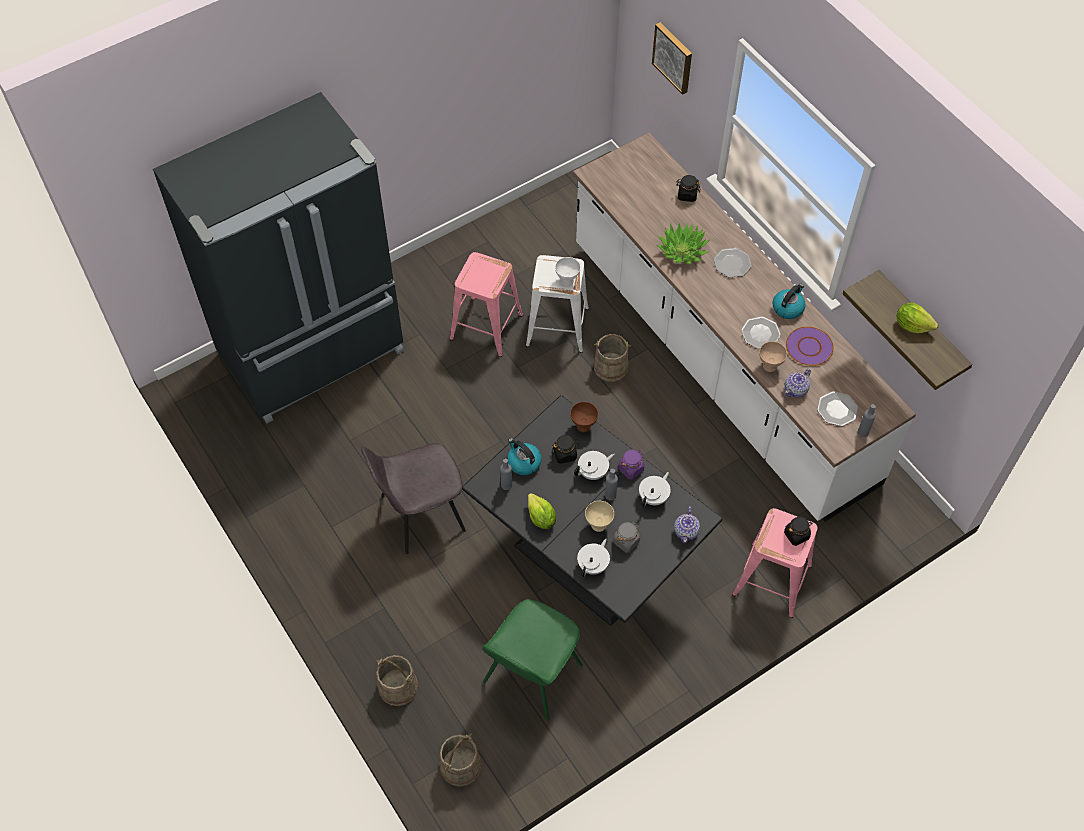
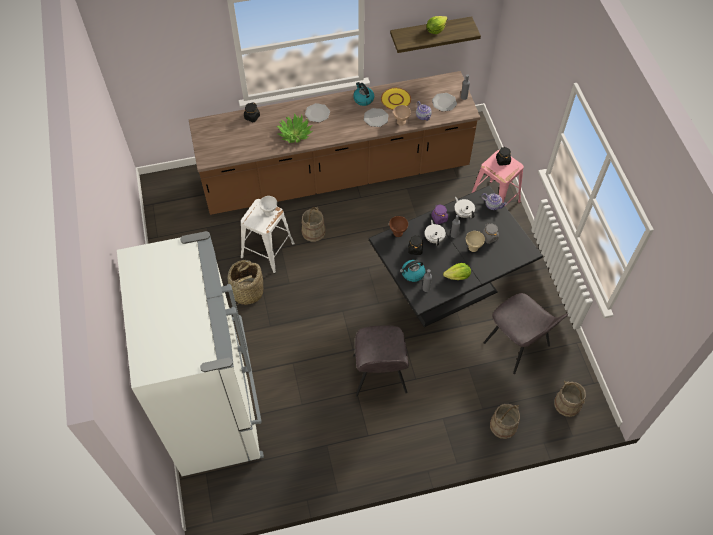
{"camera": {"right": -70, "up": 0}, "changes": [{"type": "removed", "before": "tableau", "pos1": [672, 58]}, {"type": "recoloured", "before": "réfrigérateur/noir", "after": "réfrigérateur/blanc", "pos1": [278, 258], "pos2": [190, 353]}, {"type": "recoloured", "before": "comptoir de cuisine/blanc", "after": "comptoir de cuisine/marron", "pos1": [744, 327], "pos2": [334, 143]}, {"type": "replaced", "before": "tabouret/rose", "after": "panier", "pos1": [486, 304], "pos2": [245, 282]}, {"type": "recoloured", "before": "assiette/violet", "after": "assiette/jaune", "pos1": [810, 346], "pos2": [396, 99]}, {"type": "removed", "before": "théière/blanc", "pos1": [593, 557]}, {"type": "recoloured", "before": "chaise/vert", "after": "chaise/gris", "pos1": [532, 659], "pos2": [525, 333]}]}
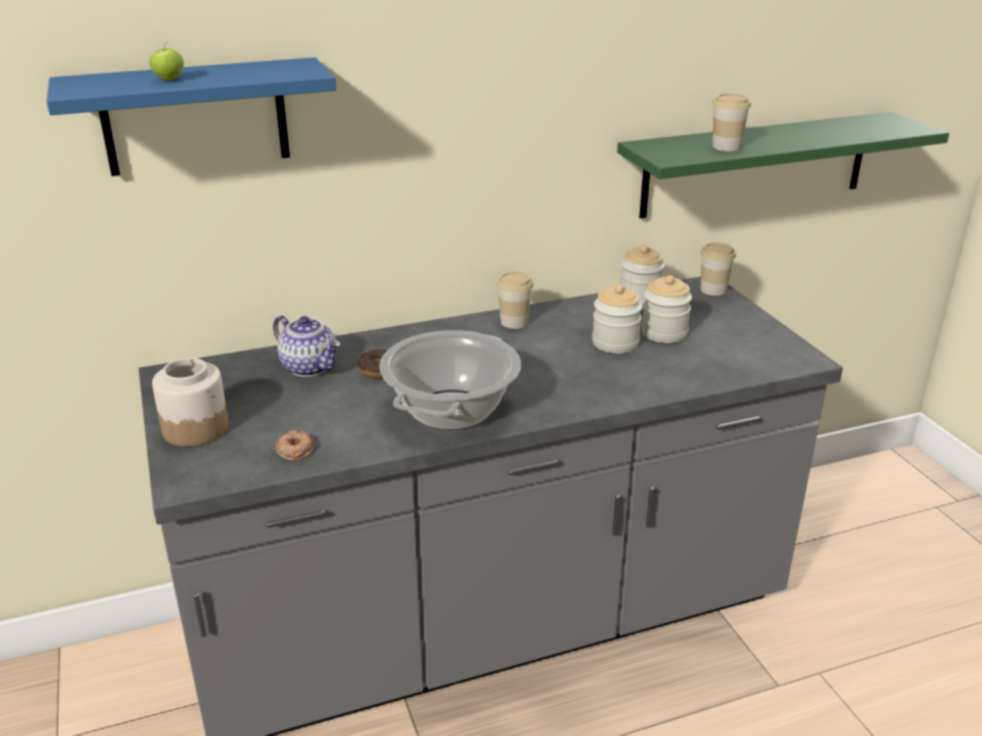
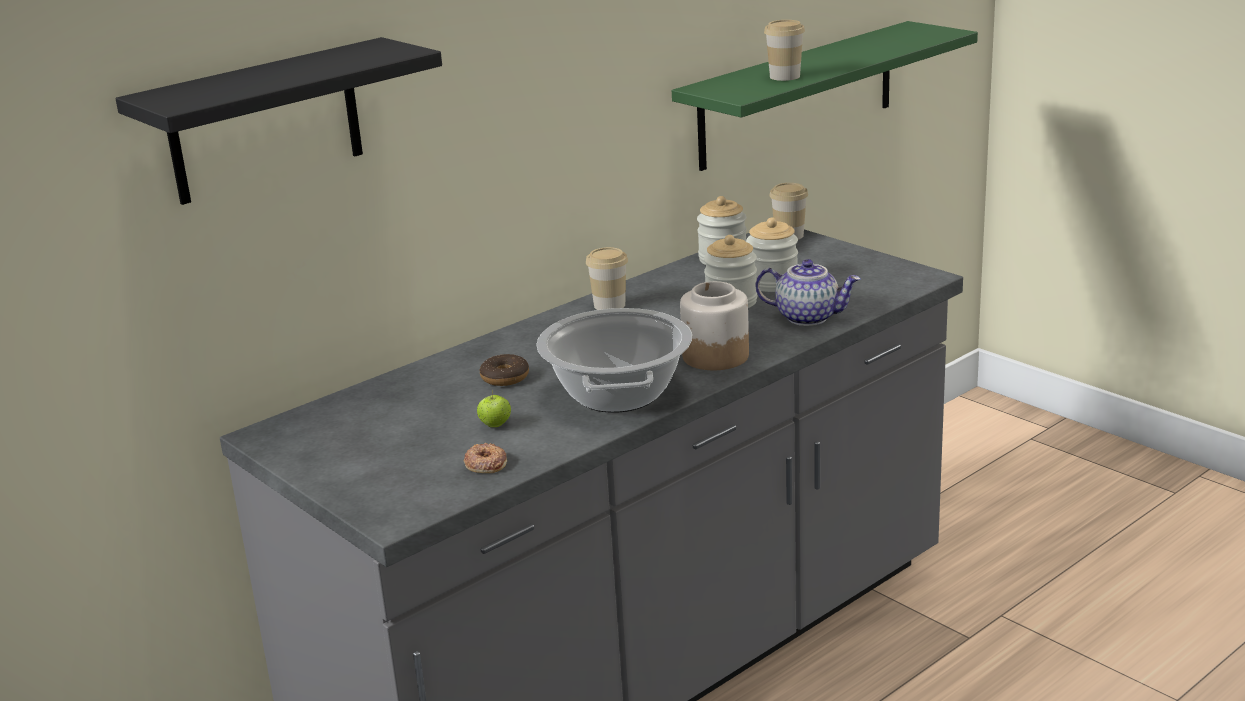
{"camera": {"right": -20, "up": -5}, "changes": [{"type": "moved", "before": "pomme", "pos1": [167, 61], "pos2": [494, 408]}, {"type": "recoloured", "before": "étagère/bleu", "after": "étagère/noir", "pos1": [191, 116], "pos2": [279, 121]}, {"type": "moved", "before": "théière", "pos1": [306, 346], "pos2": [808, 292]}, {"type": "moved", "before": "bocal", "pos1": [190, 402], "pos2": [714, 325]}]}
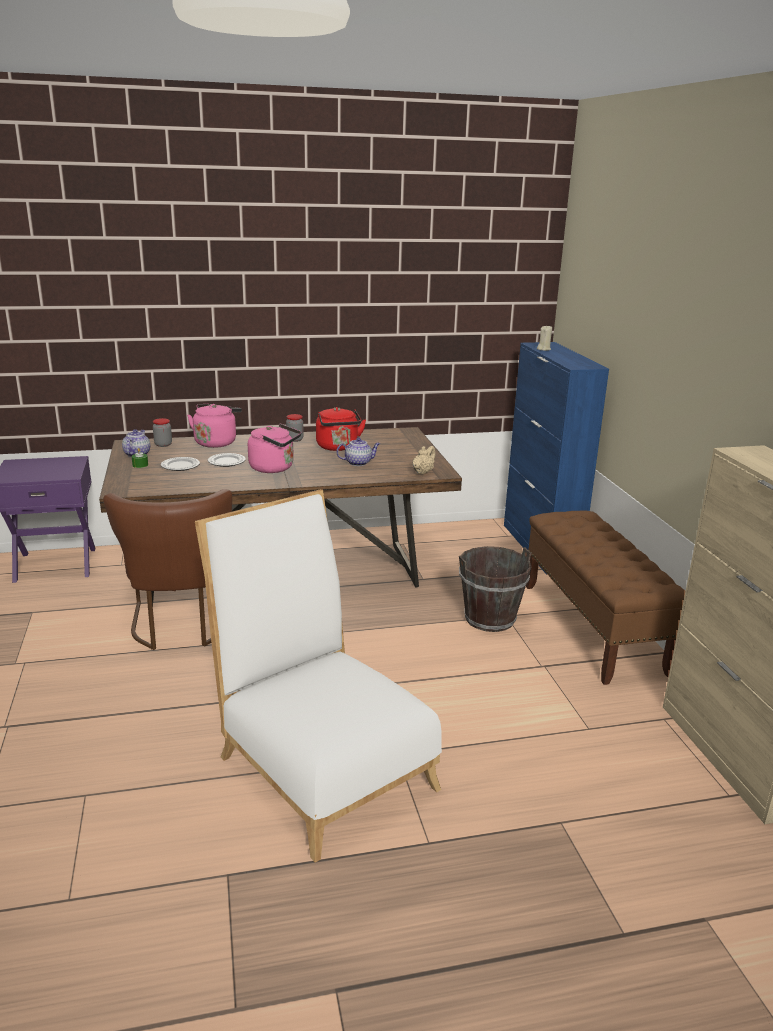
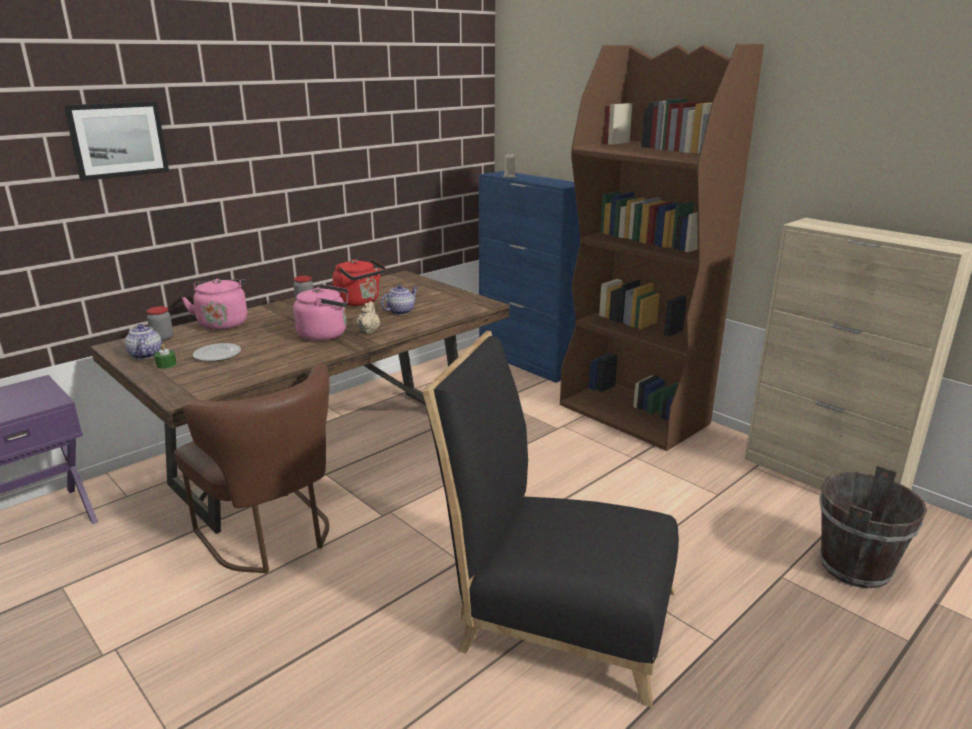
{"camera": {"right": -30, "up": 0}, "changes": [{"type": "moved", "before": "théière/beige", "pos1": [423, 460], "pos2": [368, 317]}, {"type": "removed", "before": "assiette", "pos1": [227, 460]}, {"type": "recoloured", "before": "chaise/blanc", "after": "chaise/noir", "pos1": [318, 676], "pos2": [550, 519]}, {"type": "replaced", "before": "banc/marron", "after": "bibliothèque/marron", "pos1": [605, 598], "pos2": [662, 247]}, {"type": "moved", "before": "seau/marron", "pos1": [495, 589], "pos2": [873, 526]}, {"type": "added", "after": "tableau", "pos2": [116, 141]}]}
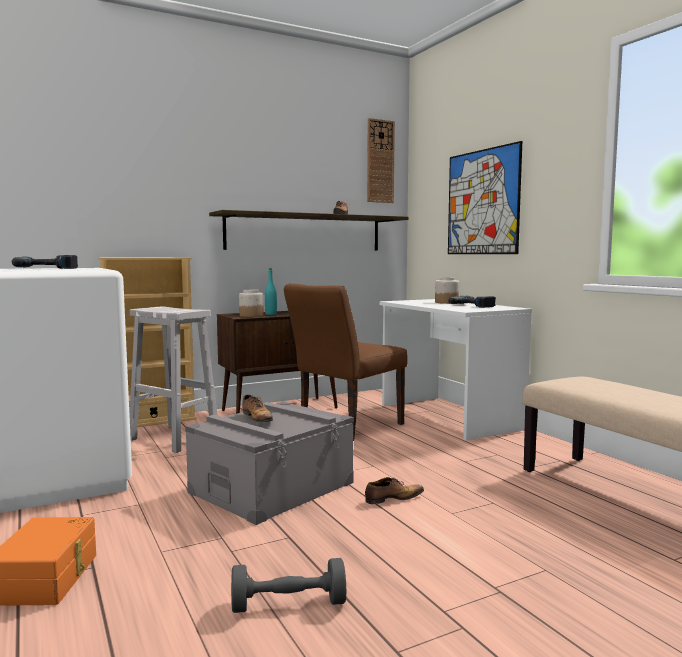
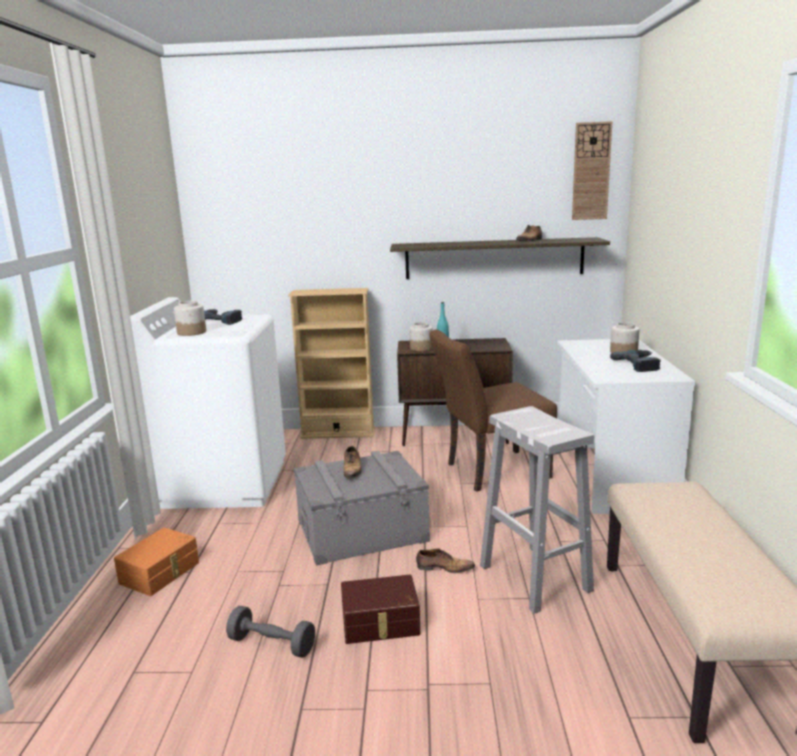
{"camera": {"right": 30, "up": 10}, "changes": [{"type": "removed", "before": "tableau", "pos1": [485, 197]}, {"type": "moved", "before": "tabouret/blanc", "pos1": [173, 379], "pos2": [537, 510]}, {"type": "added", "after": "bocal", "pos2": [190, 318]}, {"type": "added", "after": "boîte de rangement/marron", "pos2": [380, 609]}]}
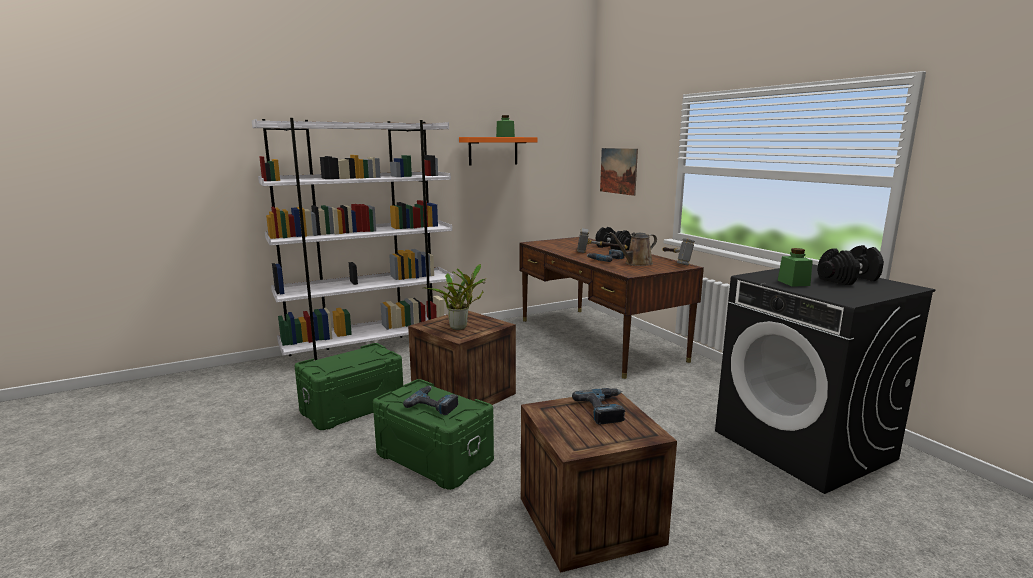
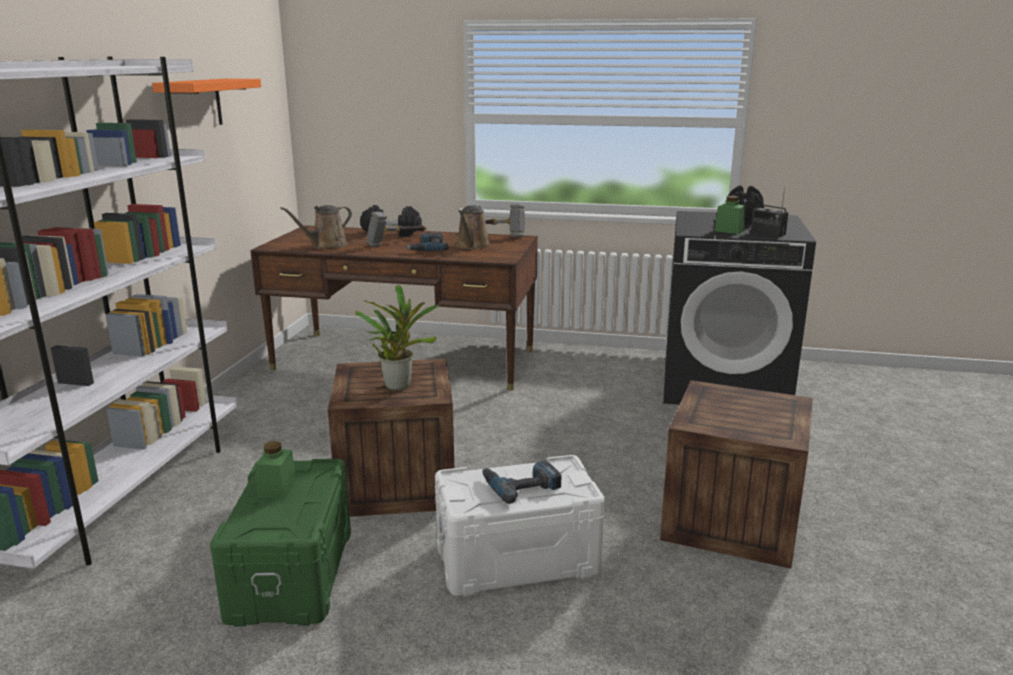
{"camera": {"right": -50, "up": 5}, "changes": [{"type": "moved", "before": "bocal/vert", "pos1": [505, 126], "pos2": [276, 470]}, {"type": "removed", "before": "tableau", "pos1": [619, 172]}, {"type": "recoloured", "before": "boîte de rangement/vert", "after": "boîte de rangement/blanc", "pos1": [433, 434], "pos2": [520, 526]}, {"type": "removed", "before": "perceuse", "pos1": [598, 406]}, {"type": "added", "after": "radio", "pos2": [770, 212]}, {"type": "added", "after": "arrosoir/marron", "pos2": [316, 227]}]}
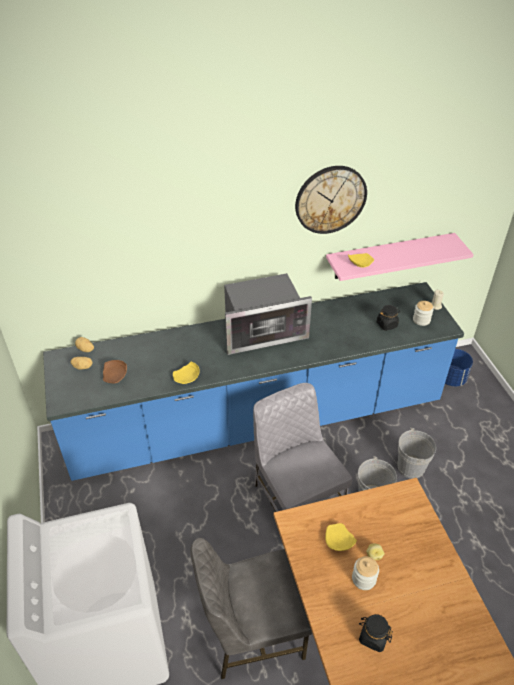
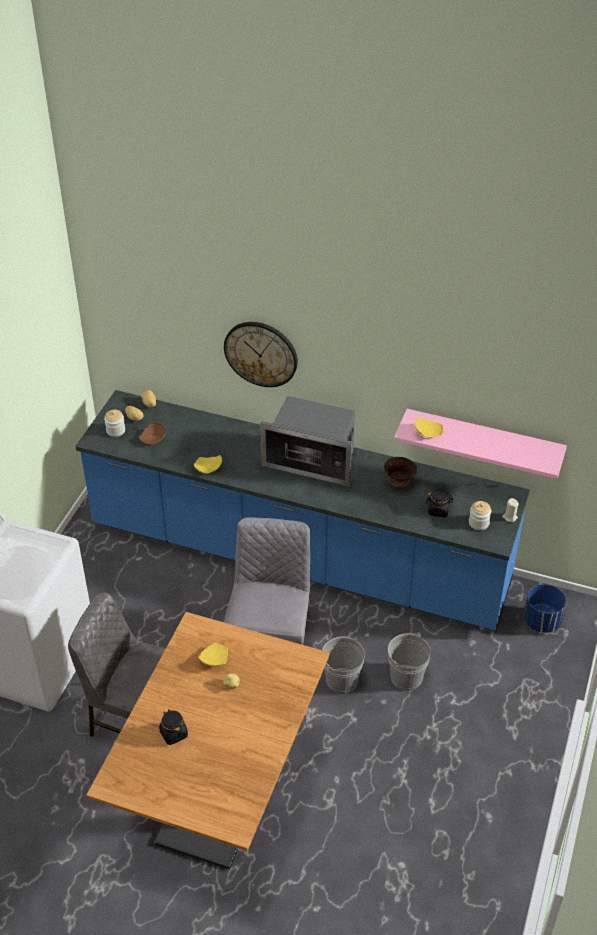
{"camera": {"right": 35, "up": 0}, "changes": [{"type": "moved", "before": "horloge murale", "pos1": [331, 200], "pos2": [261, 354]}, {"type": "moved", "before": "bocal", "pos1": [365, 573], "pos2": [114, 423]}, {"type": "added", "after": "bol/marron", "pos2": [400, 473]}]}
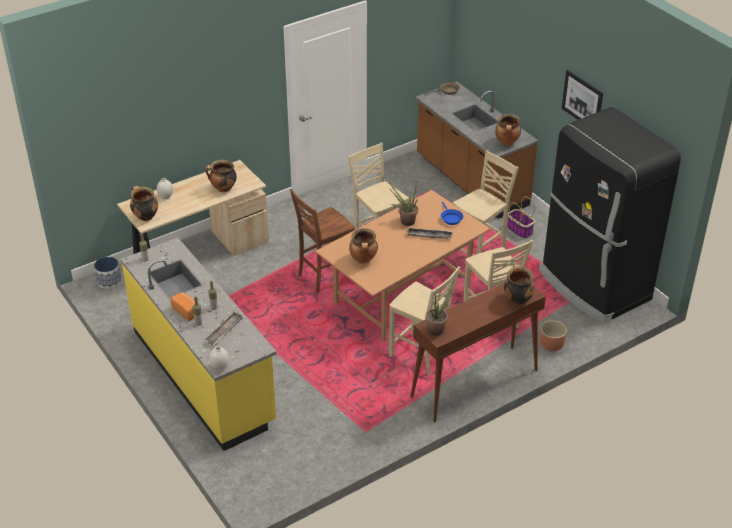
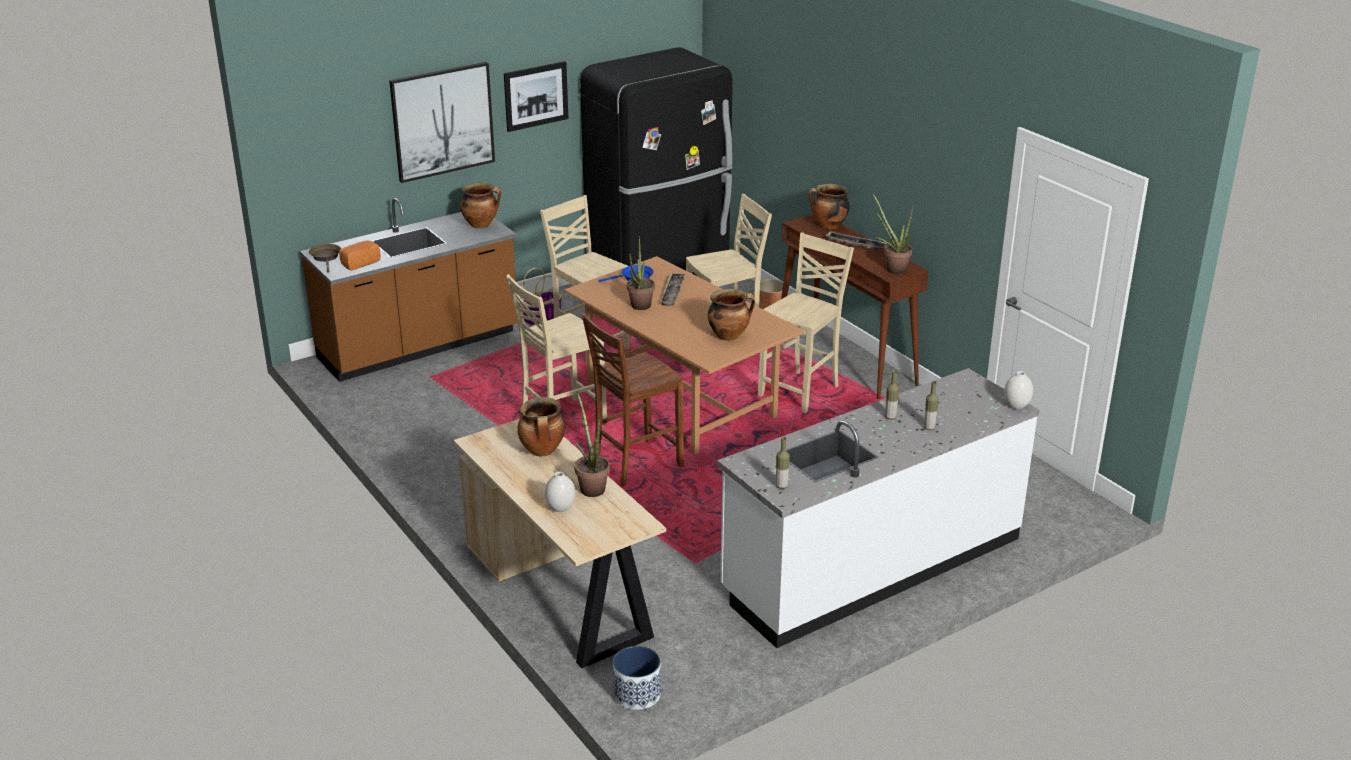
{"camera": {"right": -90, "up": -10}, "changes": [{"type": "removed", "before": "marmite", "pos1": [144, 203]}, {"type": "turned", "before": "chaise/marron", "pos1": [322, 241], "pos2": [632, 399], "turn": 90}, {"type": "recoloured", "before": "comptoir de cuisine/jaune", "after": "comptoir de cuisine/blanc", "pos1": [199, 344], "pos2": [878, 508]}, {"type": "moved", "before": "pain", "pos1": [182, 306], "pos2": [360, 255]}, {"type": "moved", "before": "plateau", "pos1": [224, 328], "pos2": [855, 240]}, {"type": "added", "after": "tableau", "pos2": [442, 122]}, {"type": "added", "after": "plante en pot", "pos2": [592, 444]}]}
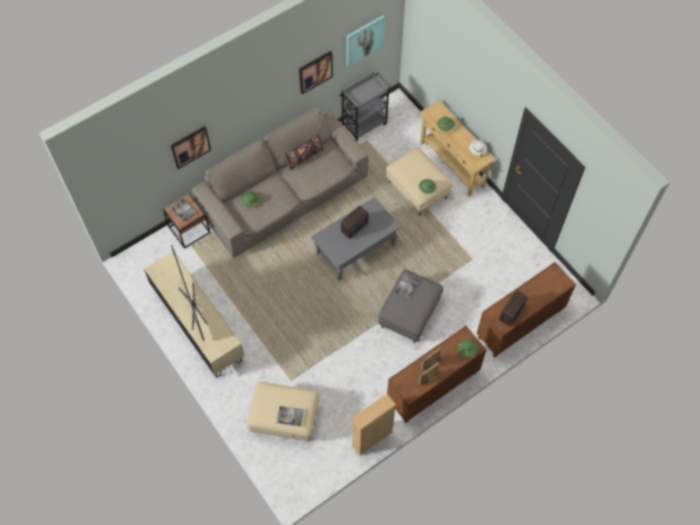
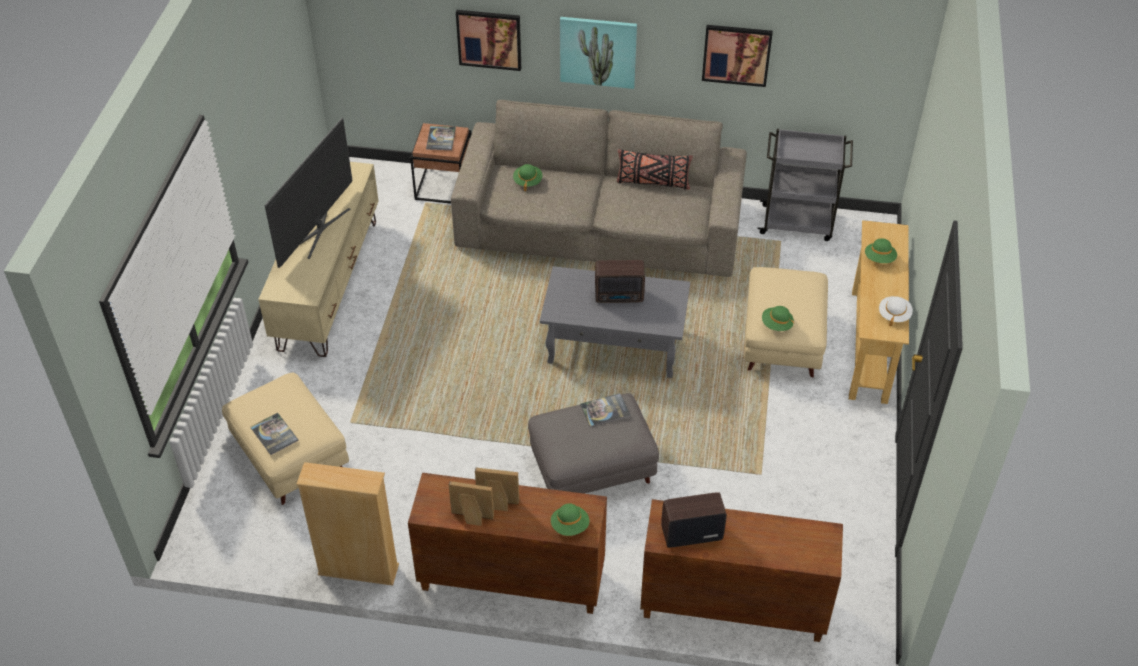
{"camera": {"right": 45, "up": -15}, "changes": [{"type": "moved", "before": "tableau", "pos1": [366, 41], "pos2": [598, 53]}]}
